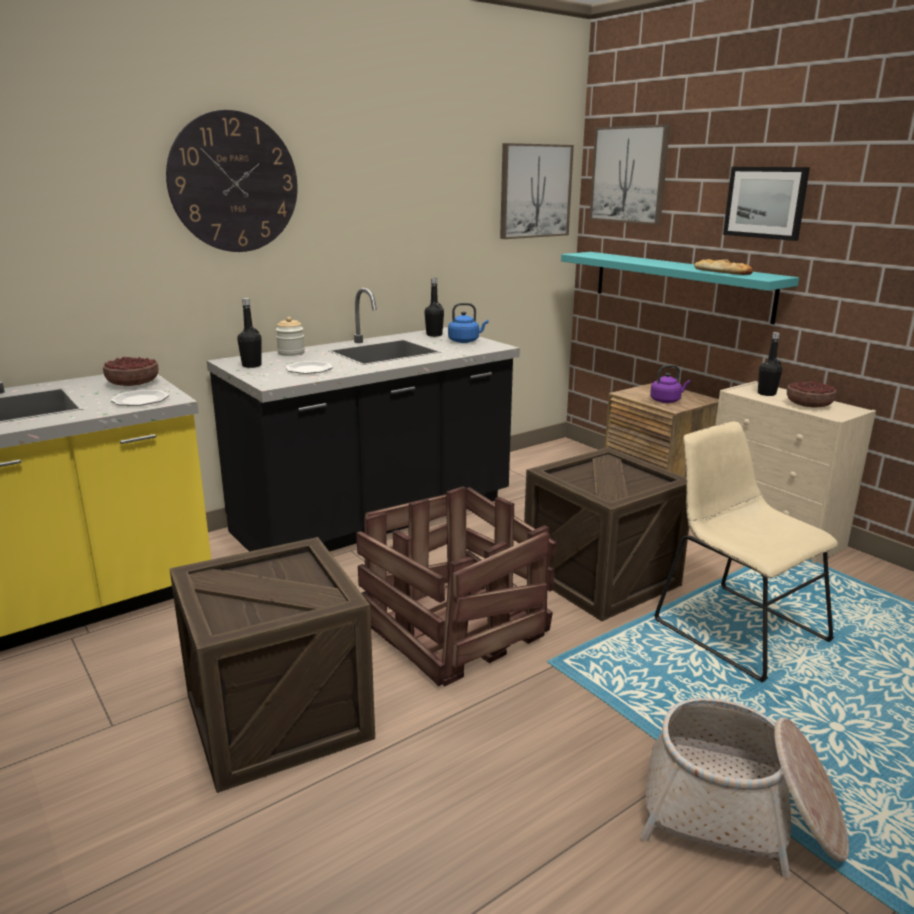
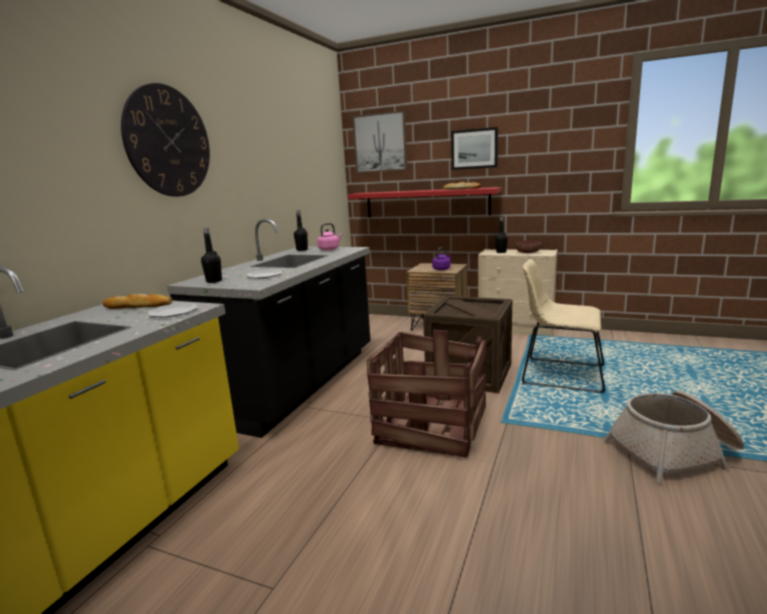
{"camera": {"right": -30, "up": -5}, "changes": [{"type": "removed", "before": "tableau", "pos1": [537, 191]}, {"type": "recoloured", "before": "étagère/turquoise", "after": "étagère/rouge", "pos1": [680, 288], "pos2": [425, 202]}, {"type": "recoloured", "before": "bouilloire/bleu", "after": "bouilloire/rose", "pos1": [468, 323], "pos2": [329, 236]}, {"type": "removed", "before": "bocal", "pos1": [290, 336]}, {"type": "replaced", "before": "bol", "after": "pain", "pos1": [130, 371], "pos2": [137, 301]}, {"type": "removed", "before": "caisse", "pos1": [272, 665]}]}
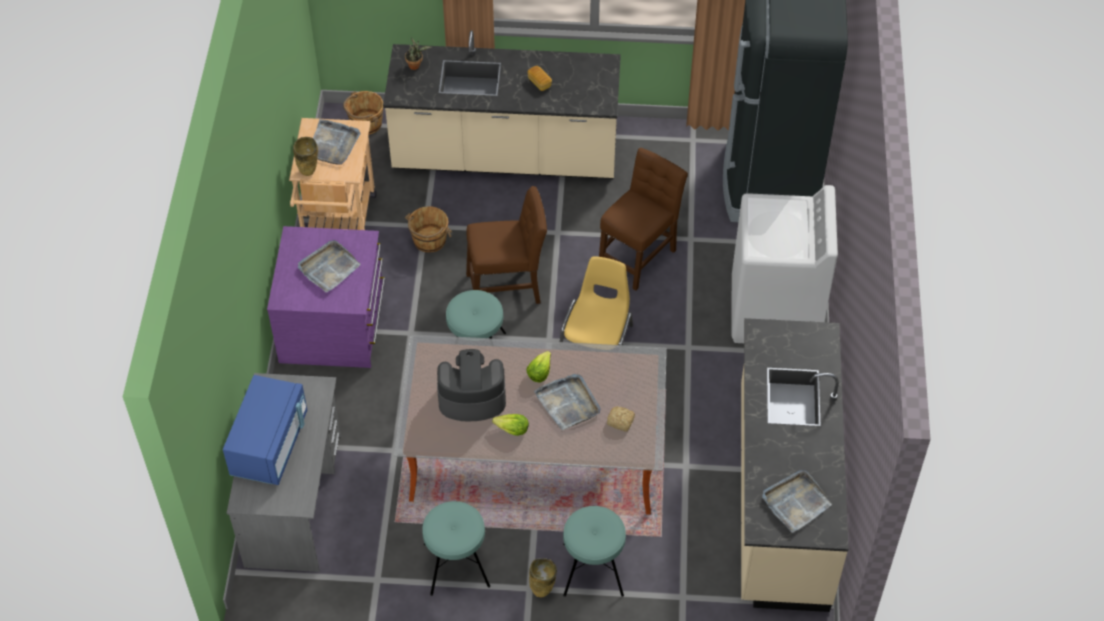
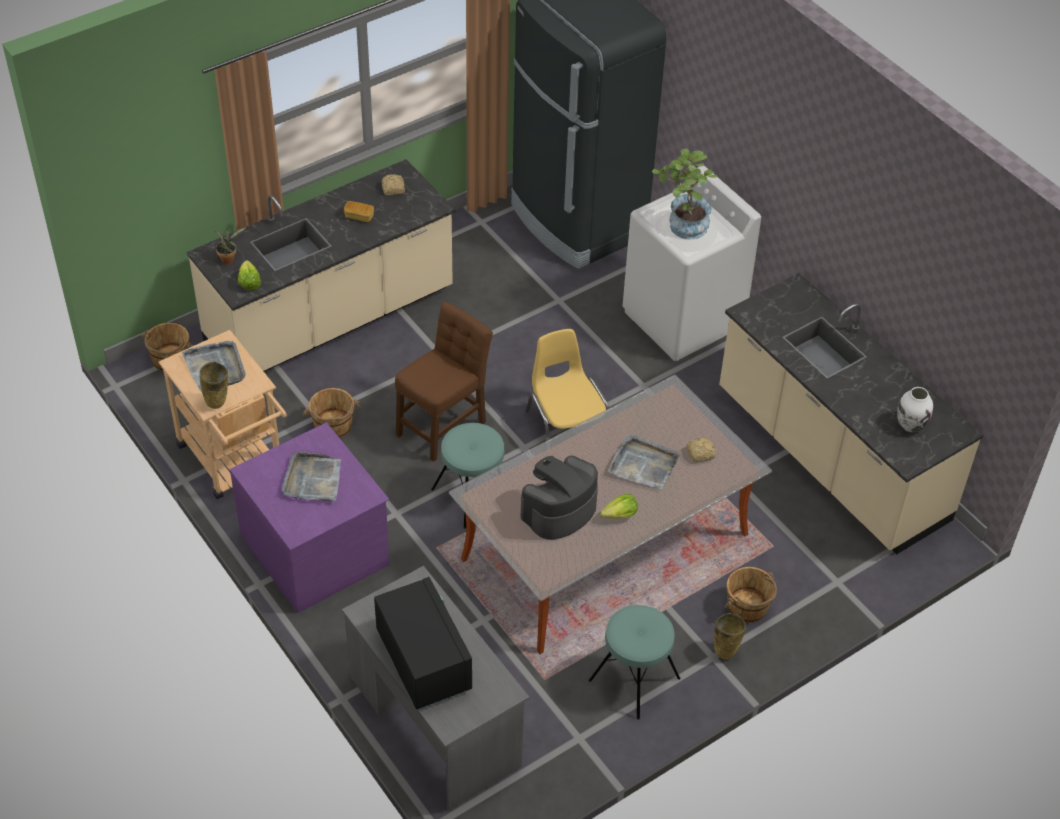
{"camera": {"right": -40, "up": -5}, "changes": [{"type": "removed", "before": "chaise/marron", "pos1": [643, 219]}, {"type": "moved", "before": "laitue", "pos1": [538, 367], "pos2": [249, 275]}, {"type": "recoloured", "before": "micro-ondes/bleu", "after": "micro-ondes/noir", "pos1": [265, 430], "pos2": [423, 643]}, {"type": "replaced", "before": "plateau/gris", "after": "vase/blanc", "pos1": [797, 501], "pos2": [915, 409]}, {"type": "replaced", "before": "tabouret/turquoise", "after": "seau/marron", "pos1": [594, 551], "pos2": [751, 595]}, {"type": "added", "after": "plante en pot", "pos2": [684, 194]}, {"type": "added", "after": "pain", "pos2": [393, 184]}]}
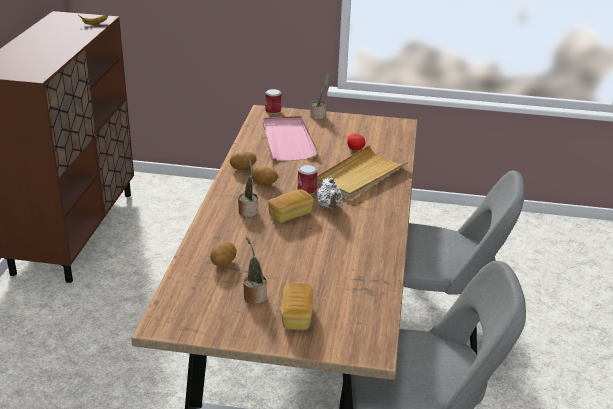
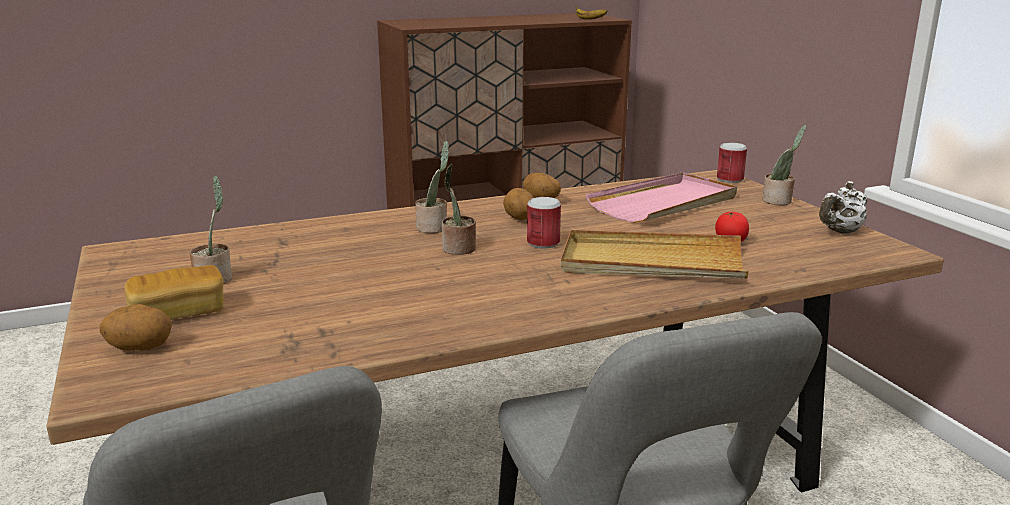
{"camera": {"right": 60, "up": -10}, "changes": [{"type": "moved", "before": "théière/blanc", "pos1": [329, 193], "pos2": [843, 207]}, {"type": "replaced", "before": "pain", "after": "plante en pot", "pos1": [291, 206], "pos2": [459, 209]}, {"type": "moved", "before": "pomme de terre", "pos1": [224, 254], "pos2": [136, 327]}]}
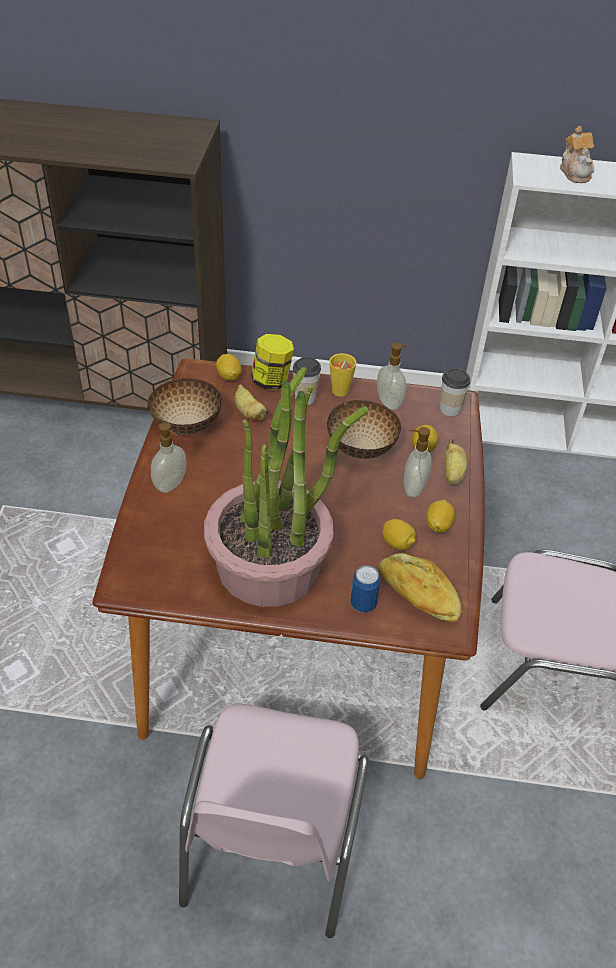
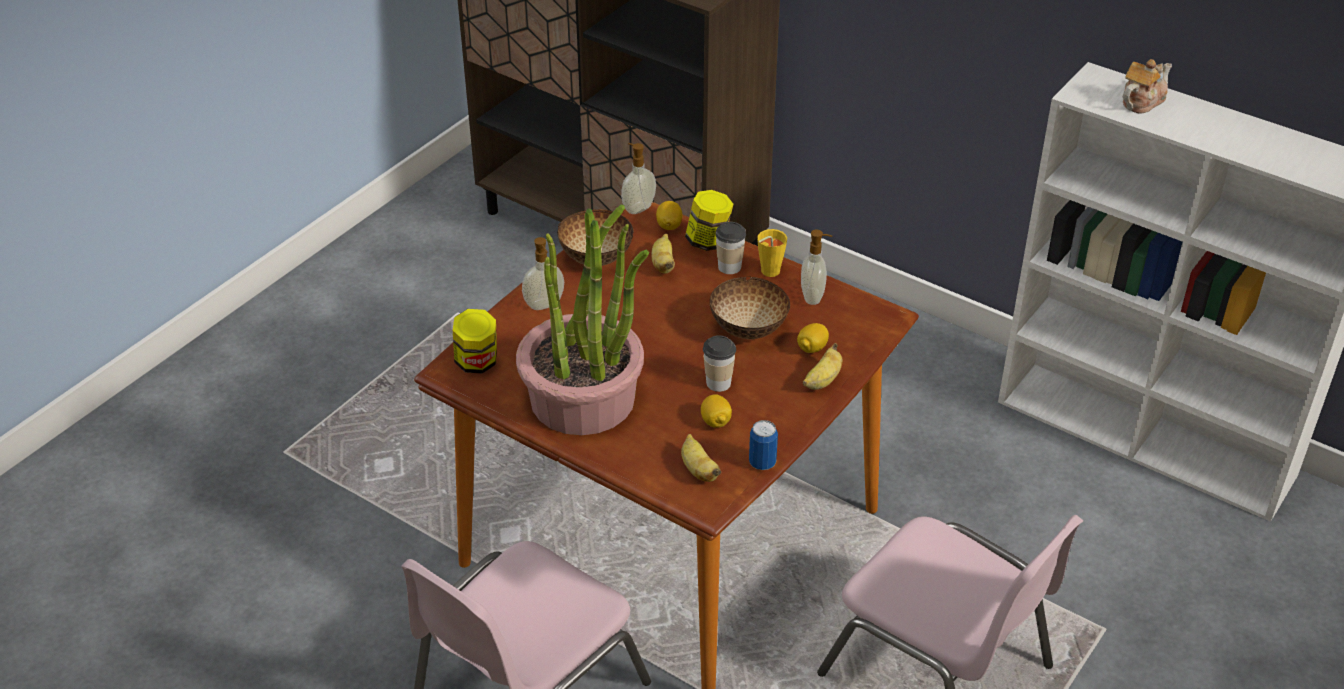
{"camera": {"right": 30, "up": -5}, "changes": [{"type": "turned", "before": "théière", "pos1": [577, 154], "pos2": [1147, 86], "turn": -150}, {"type": "moved", "before": "tasse", "pos1": [455, 392], "pos2": [719, 363]}, {"type": "moved", "before": "distributeur de savon", "pos1": [417, 462], "pos2": [638, 178]}, {"type": "removed", "before": "citron", "pos1": [440, 516]}, {"type": "replaced", "before": "pain", "after": "banane", "pos1": [420, 587], "pos2": [701, 458]}, {"type": "moved", "before": "boîte métallique", "pos1": [365, 589], "pos2": [763, 445]}, {"type": "added", "after": "bocal", "pos2": [475, 341]}]}
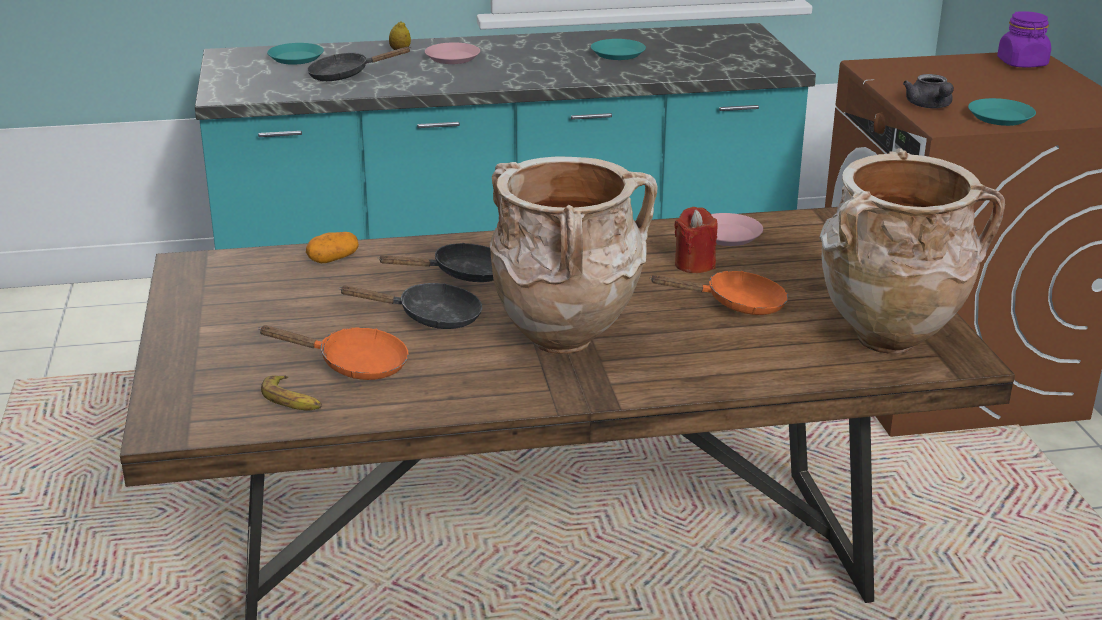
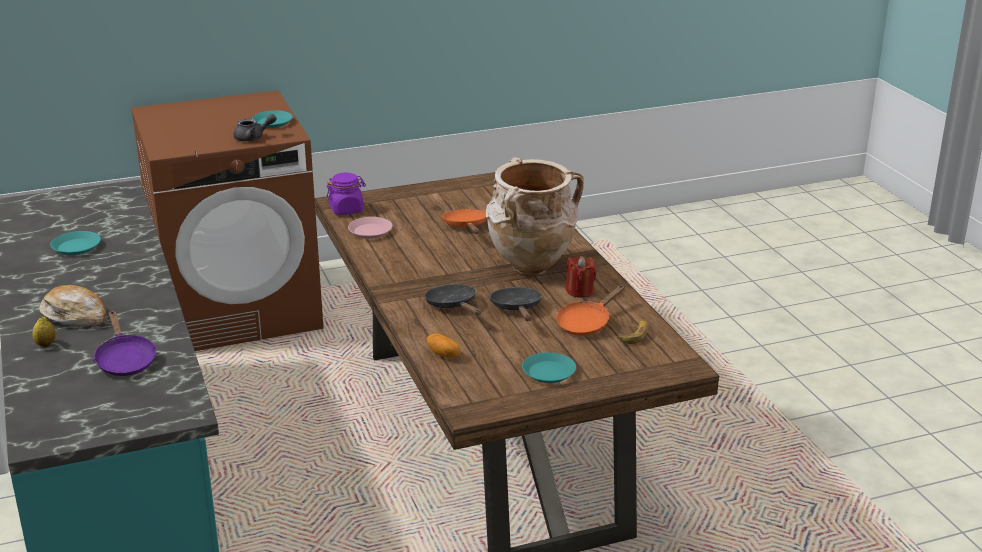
{"camera": {"right": -100, "up": 0}, "changes": [{"type": "moved", "before": "bocal/violet", "pos1": [1024, 39], "pos2": [346, 194]}, {"type": "replaced", "before": "assiette/rose", "after": "pain", "pos1": [452, 53], "pos2": [73, 305]}, {"type": "moved", "before": "assiette/turquoise", "pos1": [295, 54], "pos2": [549, 367]}, {"type": "recoloured", "before": "poêle/noir", "after": "poêle/violet", "pos1": [359, 64], "pos2": [124, 343]}, {"type": "removed", "before": "vase/beige", "pos1": [912, 251]}, {"type": "moved", "before": "bougie/rouge", "pos1": [696, 240], "pos2": [581, 277]}, {"type": "turned", "before": "poêle/orange", "pos1": [333, 352], "pos2": [590, 310], "turn": -135}]}
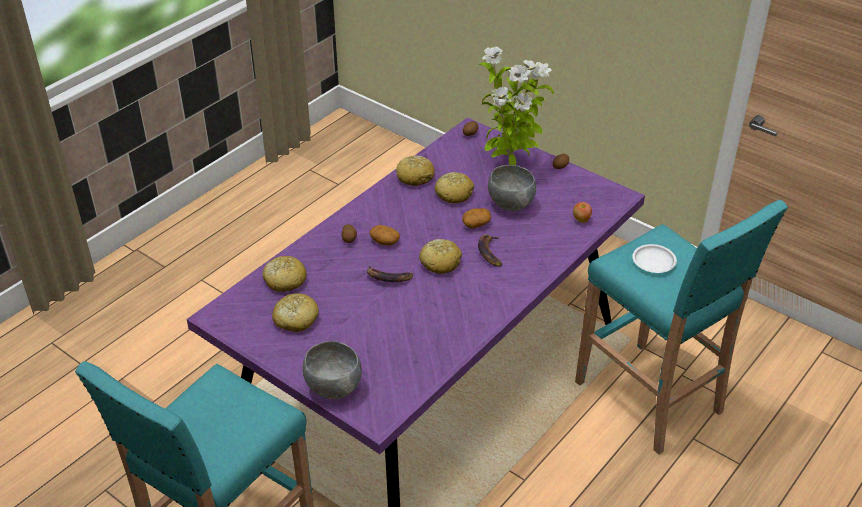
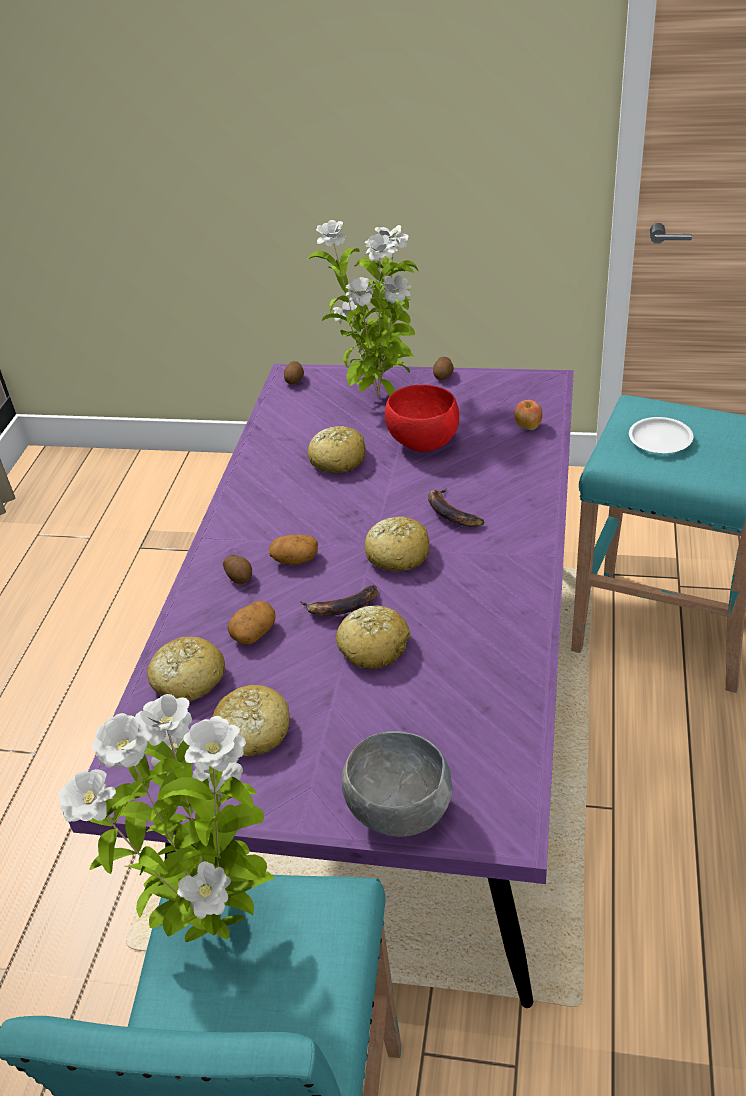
{"camera": {"right": -25, "up": 0}, "changes": [{"type": "moved", "before": "pain", "pos1": [415, 171], "pos2": [373, 637]}, {"type": "recoloured", "before": "bol/gris", "after": "bol/rouge", "pos1": [512, 188], "pos2": [422, 418]}, {"type": "moved", "before": "pomme de terre", "pos1": [476, 218], "pos2": [251, 623]}, {"type": "added", "after": "plante en pot", "pos2": [166, 818]}]}
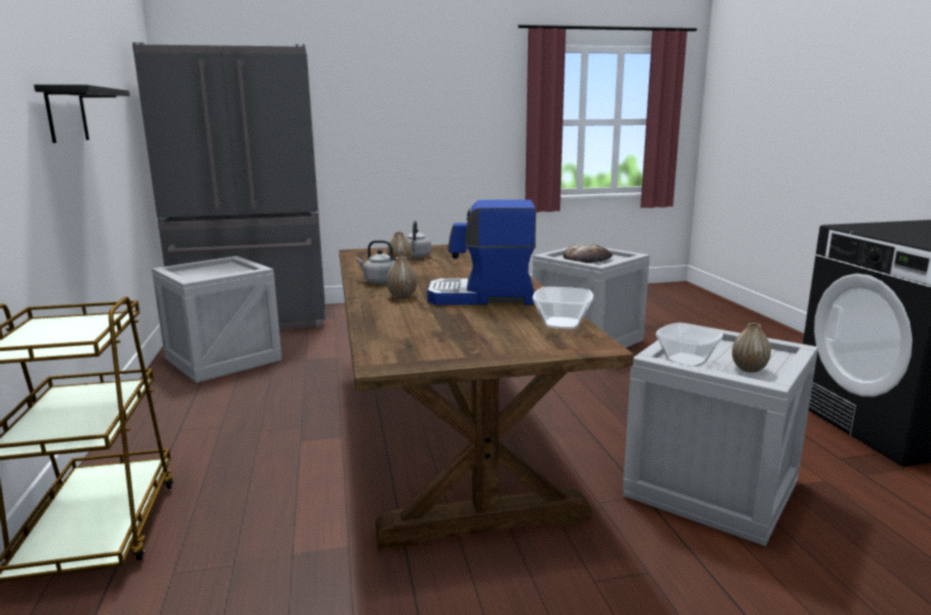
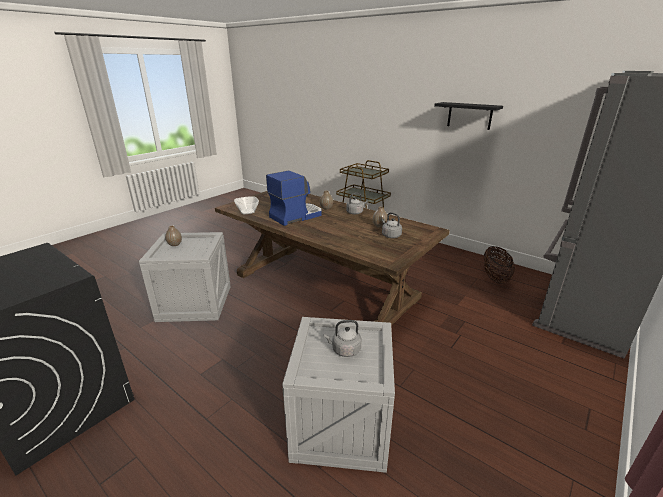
{"camera": {"right": 140, "up": 10}, "changes": [{"type": "replaced", "before": "pain", "after": "bouilloire/gris", "pos1": [587, 253], "pos2": [343, 338]}, {"type": "replaced", "before": "caisse", "after": "panier", "pos1": [217, 319], "pos2": [499, 265]}, {"type": "removed", "before": "bol", "pos1": [689, 344]}]}
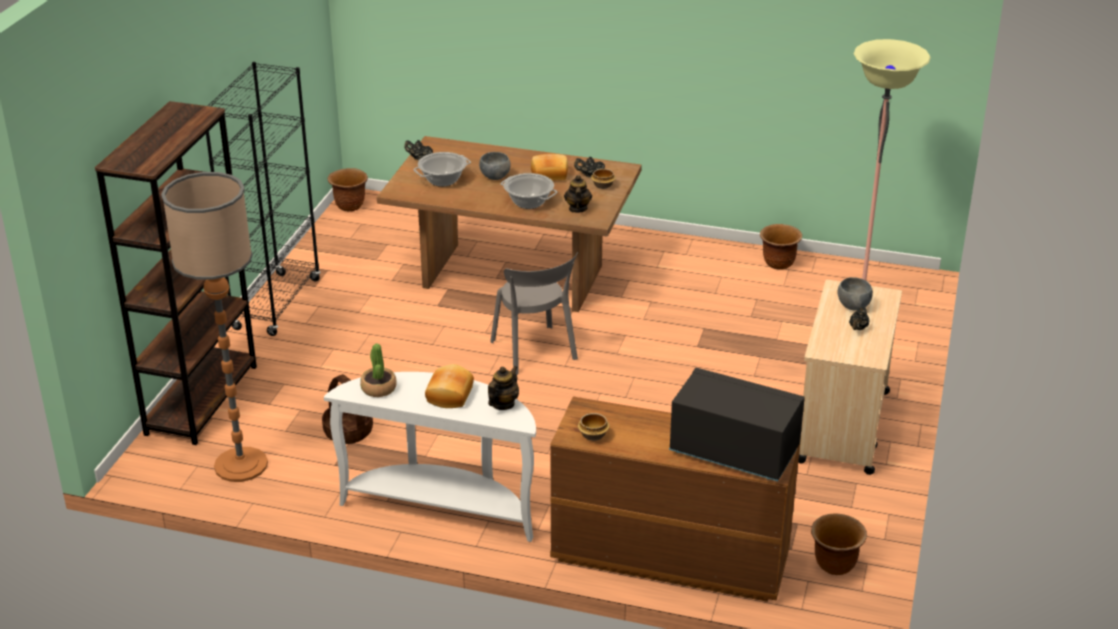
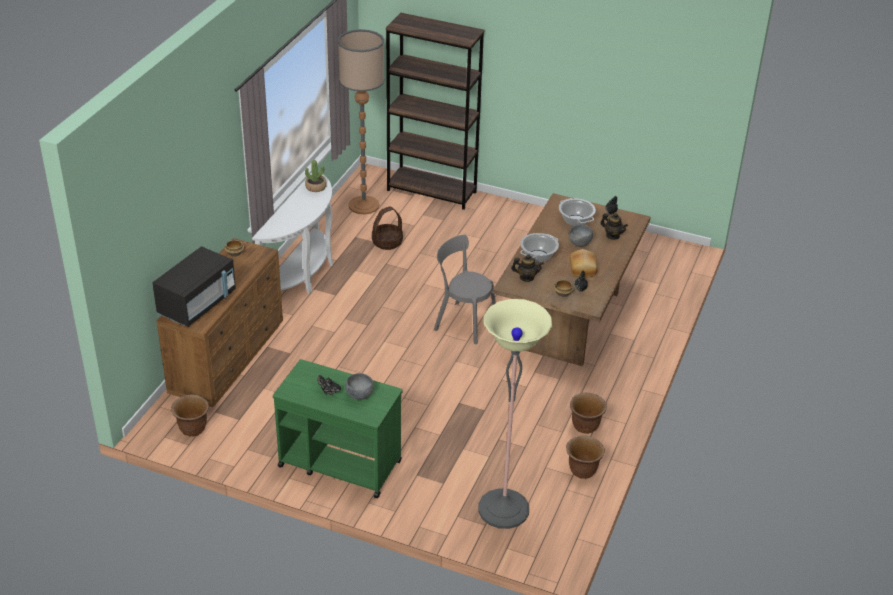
{"camera": {"right": 95, "up": 5}, "changes": [{"type": "removed", "before": "bibliothèque/noir", "pos1": [263, 199]}, {"type": "moved", "before": "cache-pot/marron", "pos1": [348, 189], "pos2": [588, 413]}, {"type": "turned", "before": "chaise/gris", "pos1": [534, 313], "pos2": [465, 289], "turn": 45}, {"type": "recoloured", "before": "chariot/beige", "after": "chariot/vert", "pos1": [850, 377], "pos2": [337, 428]}, {"type": "removed", "before": "pain", "pos1": [449, 386]}, {"type": "moved", "before": "théière", "pos1": [503, 388], "pos2": [614, 226]}]}
